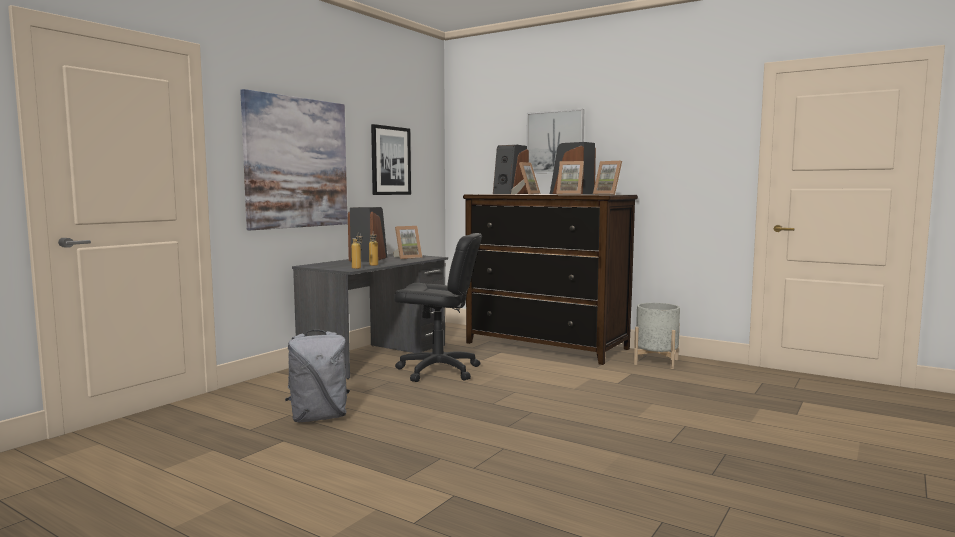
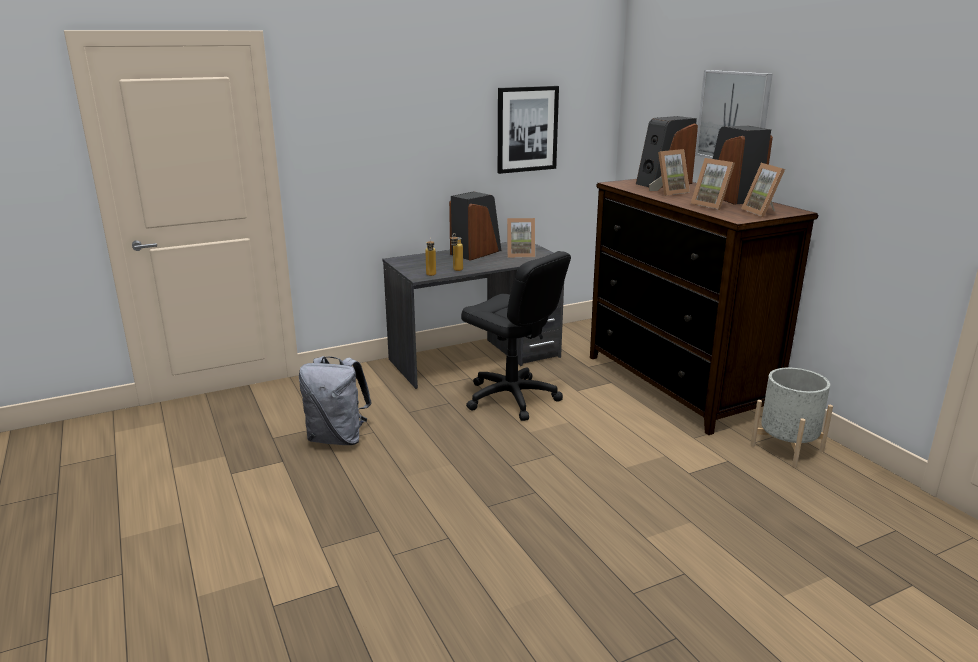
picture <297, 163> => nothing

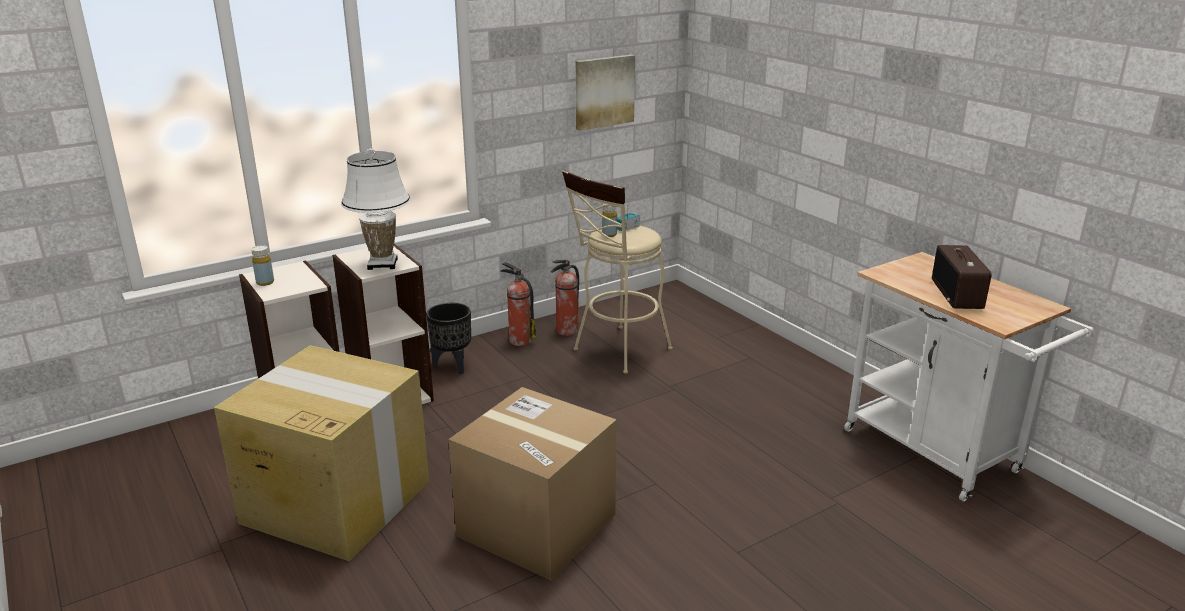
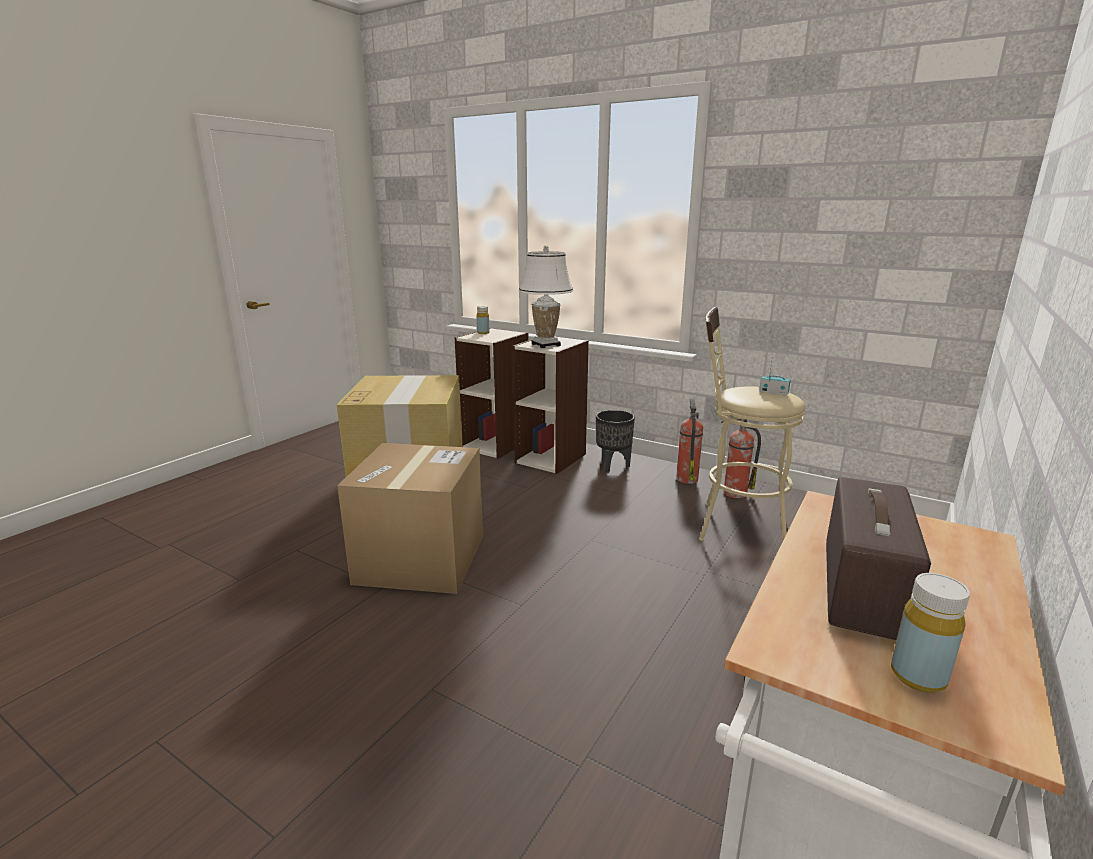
picture <603, 91> => nothing
yellow bottle <609, 234> => yellow bottle <918, 676>, move
radio <958, 294> => radio <859, 586>, 135 degrees clockwise

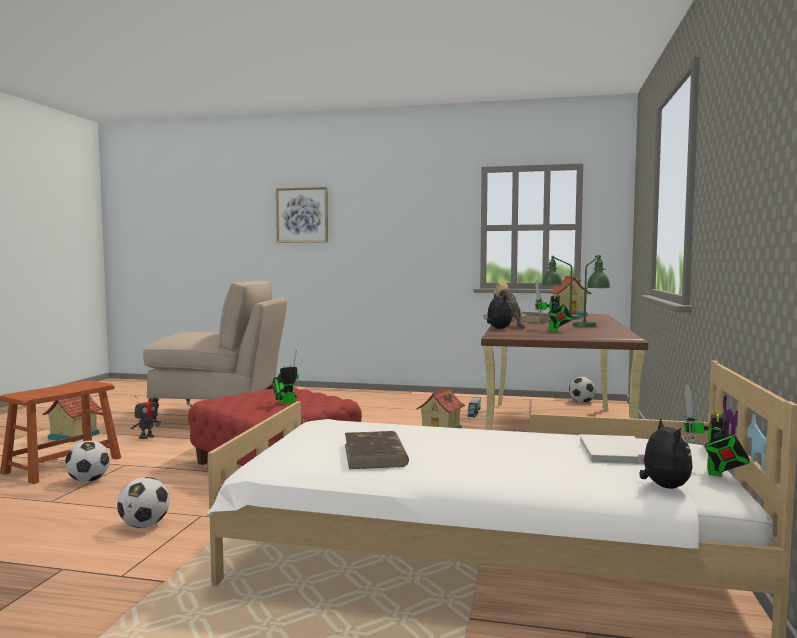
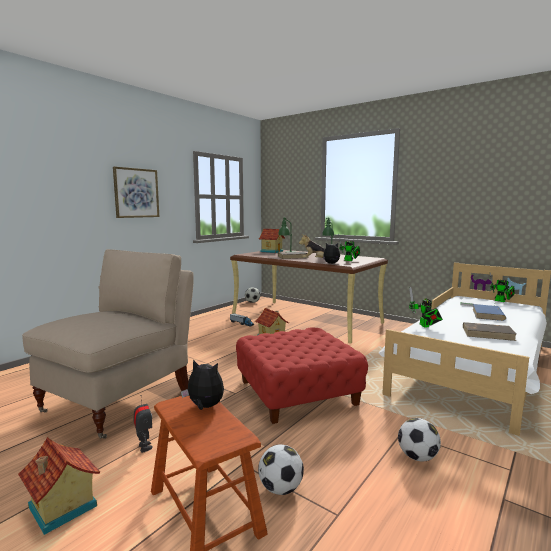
picture <302, 215> => picture <136, 193>, move
toy robot <285, 402> => toy robot <425, 326>, move
plush toy <663, 487> => plush toy <204, 407>, move
nothing => blue book <488, 315>

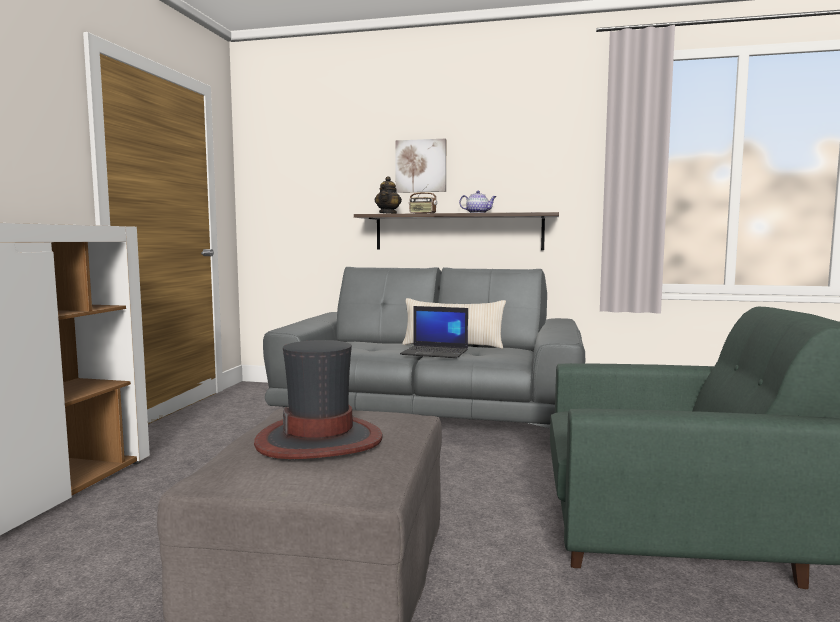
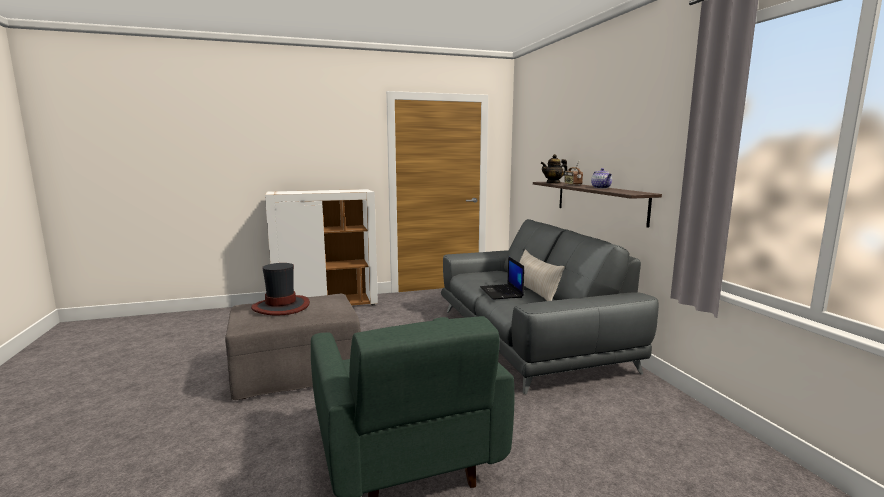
picture <421, 166> => nothing

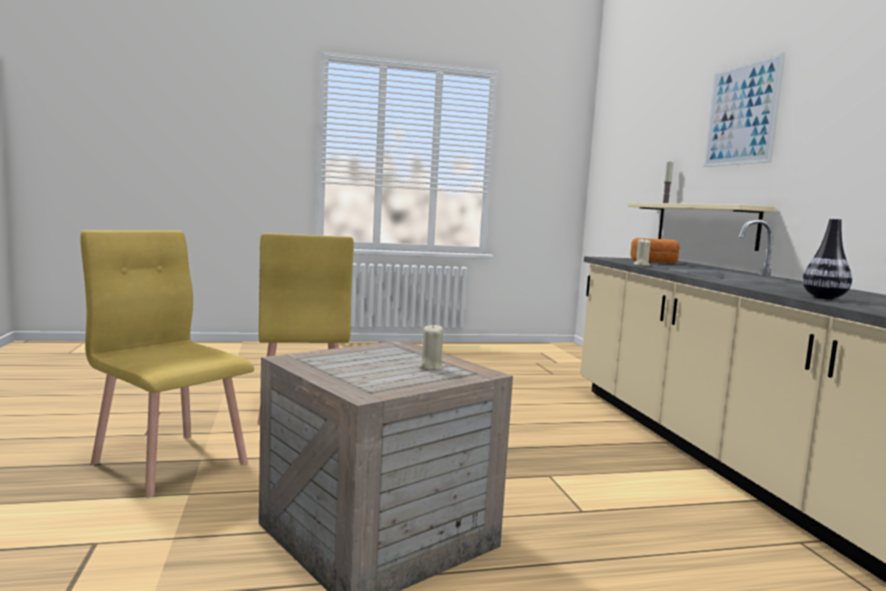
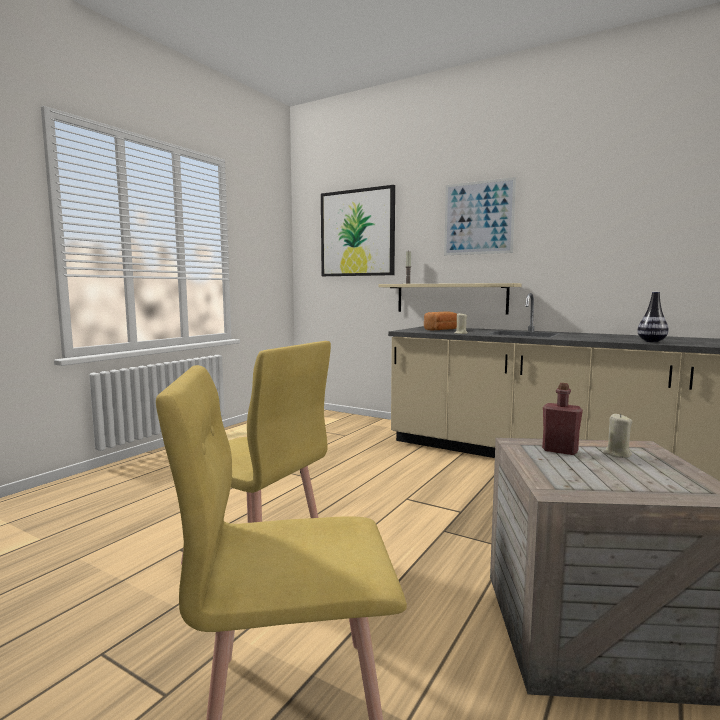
nothing => picture <357, 233>
nothing => red bottle <560, 450>

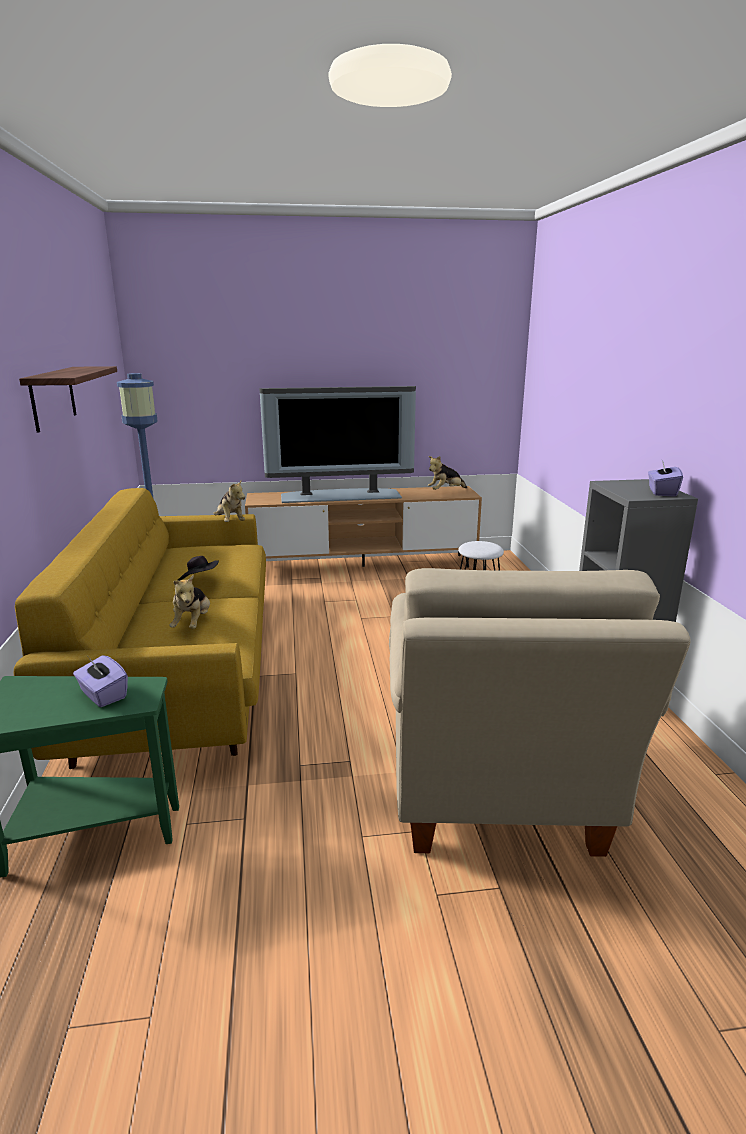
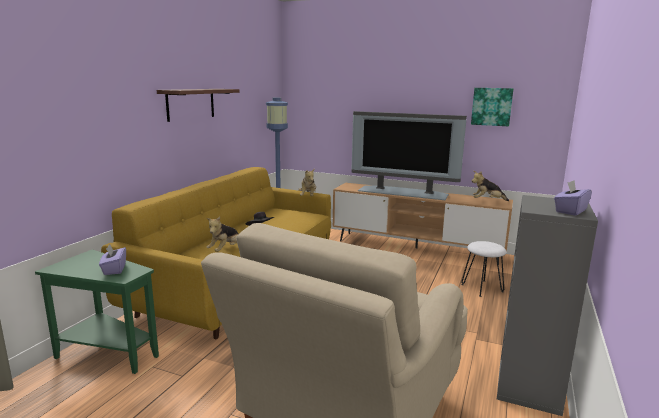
nothing => picture <491, 106>

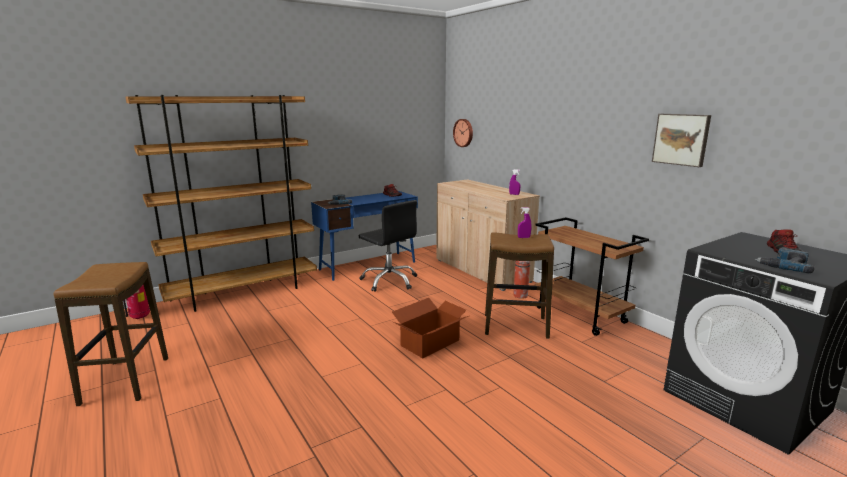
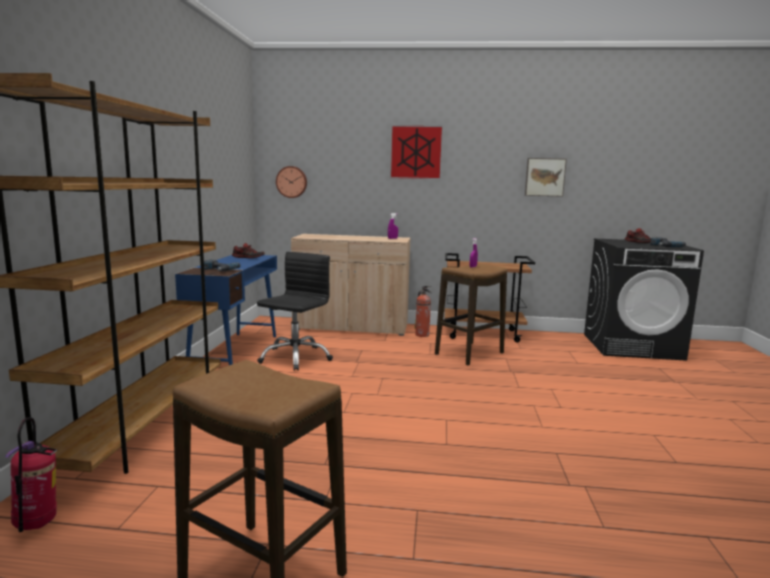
black office chair <389, 281> => black office chair <295, 357>, 60 degrees counterclockwise
cardboard box <431, 343> => nothing
nothing => picture <416, 152>

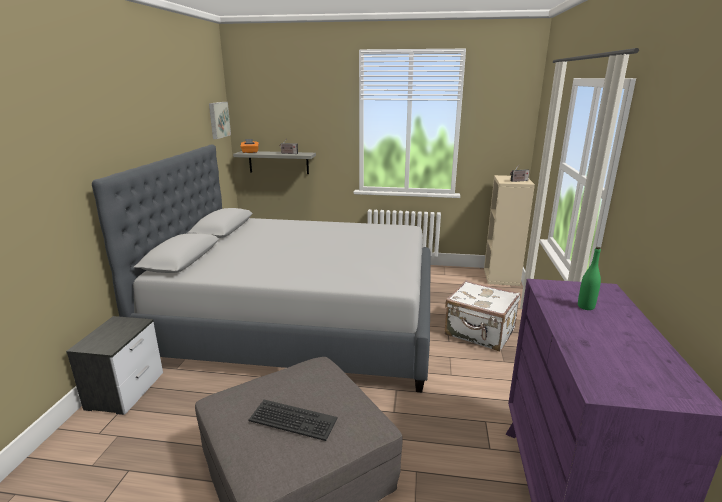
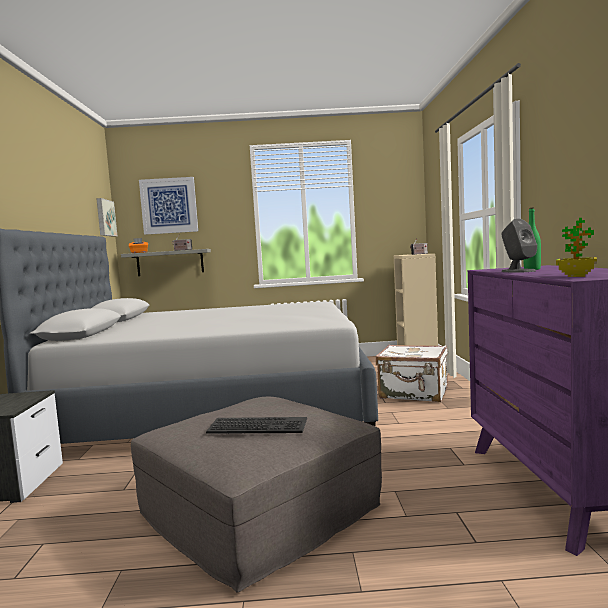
nothing => picture <169, 205>
nothing => grey speaker <518, 271>
nothing => potted plant <576, 276>

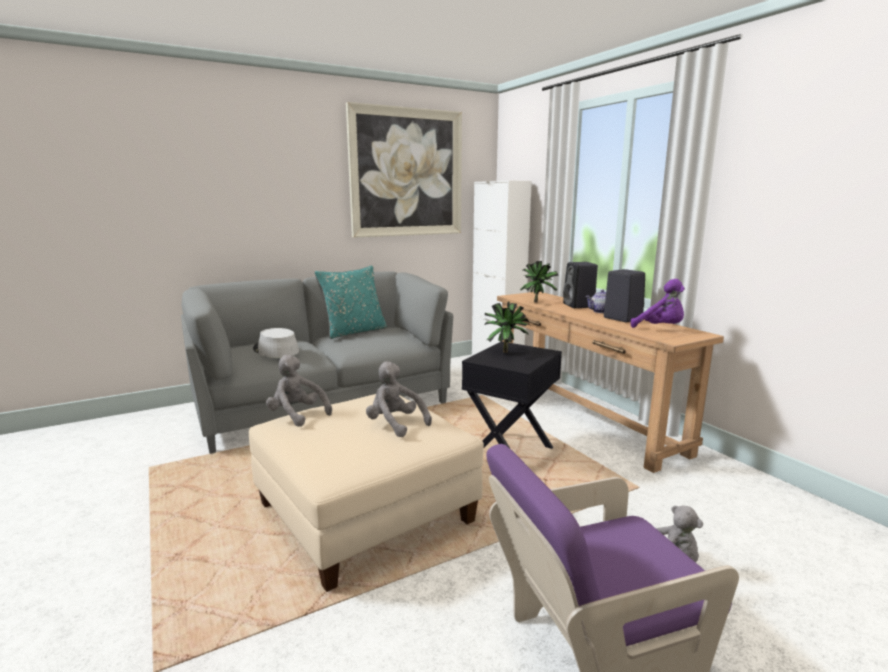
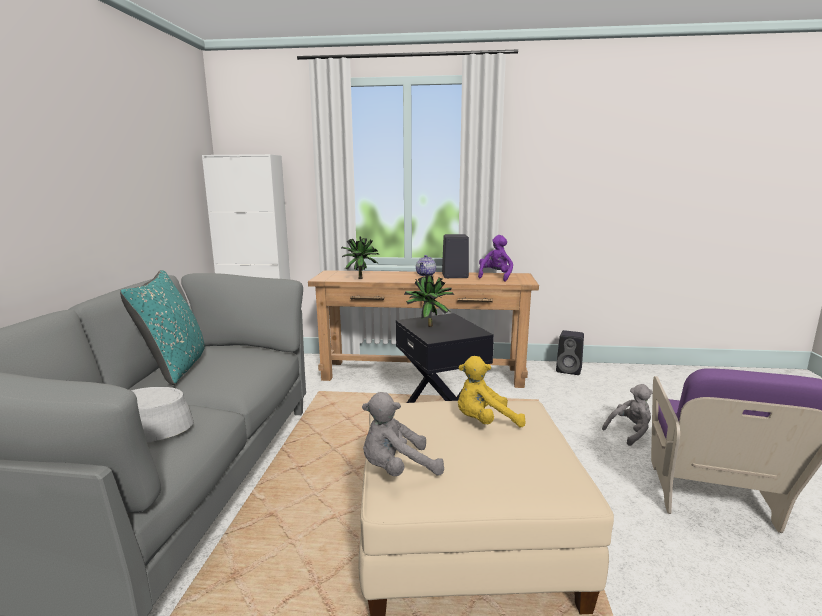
picture <406, 173> => nothing
black speaker <579, 306> => black speaker <569, 370>, move
purple plush toy <661, 328> => purple plush toy <495, 277>, 60 degrees counterclockwise
grey plush toy <395, 424> => yellow plush toy <485, 422>

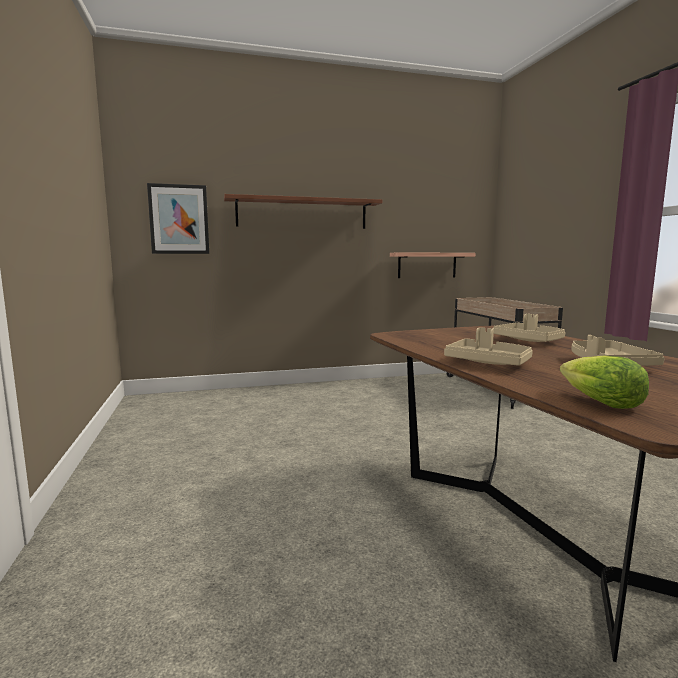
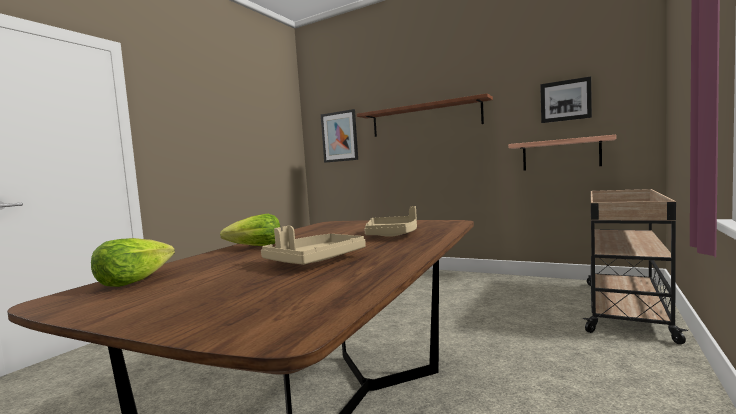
beige tray <488, 362> => lettuce <255, 247>
nothing => picture <565, 100>

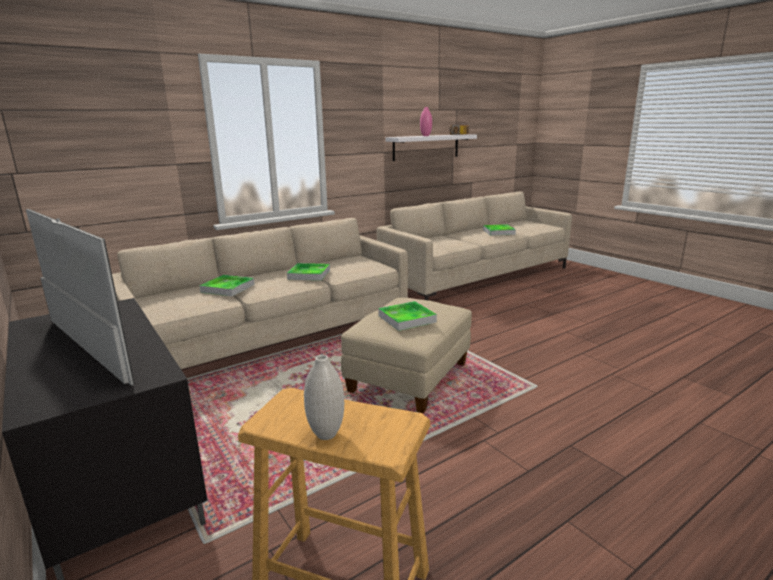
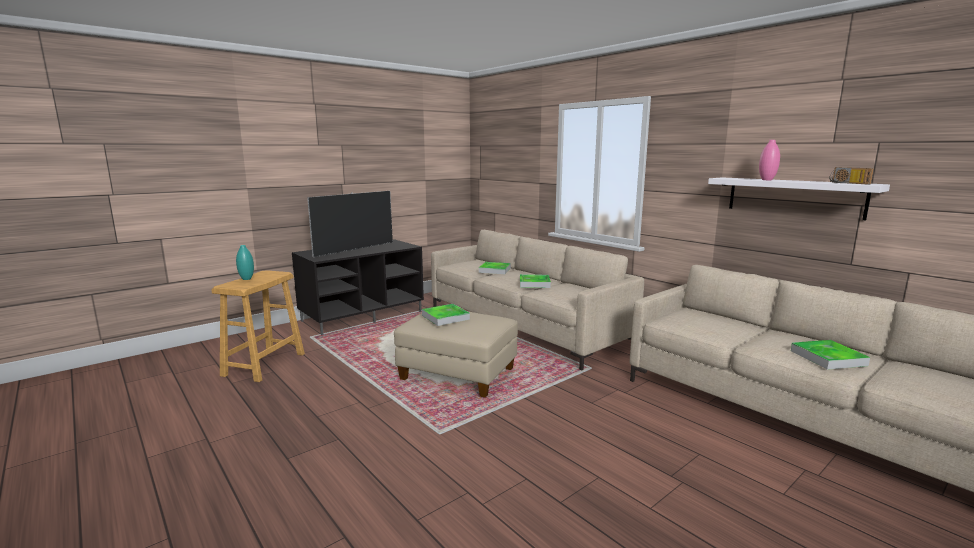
white vase <326, 434> => turquoise vase <246, 279>

